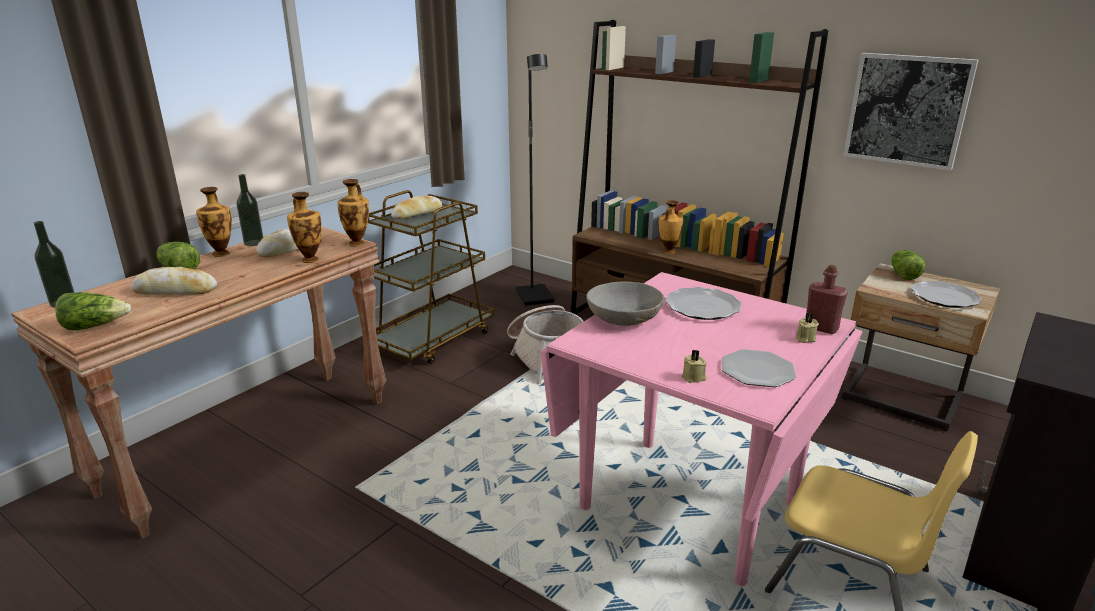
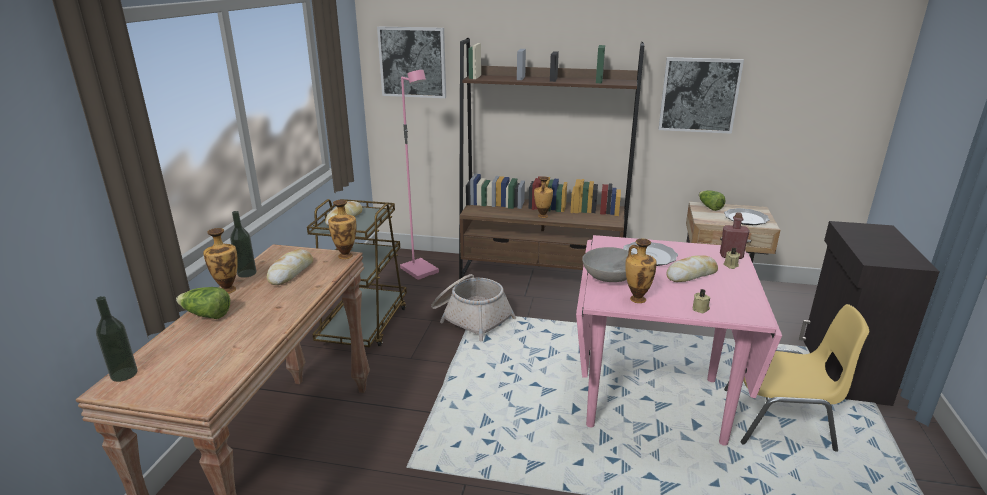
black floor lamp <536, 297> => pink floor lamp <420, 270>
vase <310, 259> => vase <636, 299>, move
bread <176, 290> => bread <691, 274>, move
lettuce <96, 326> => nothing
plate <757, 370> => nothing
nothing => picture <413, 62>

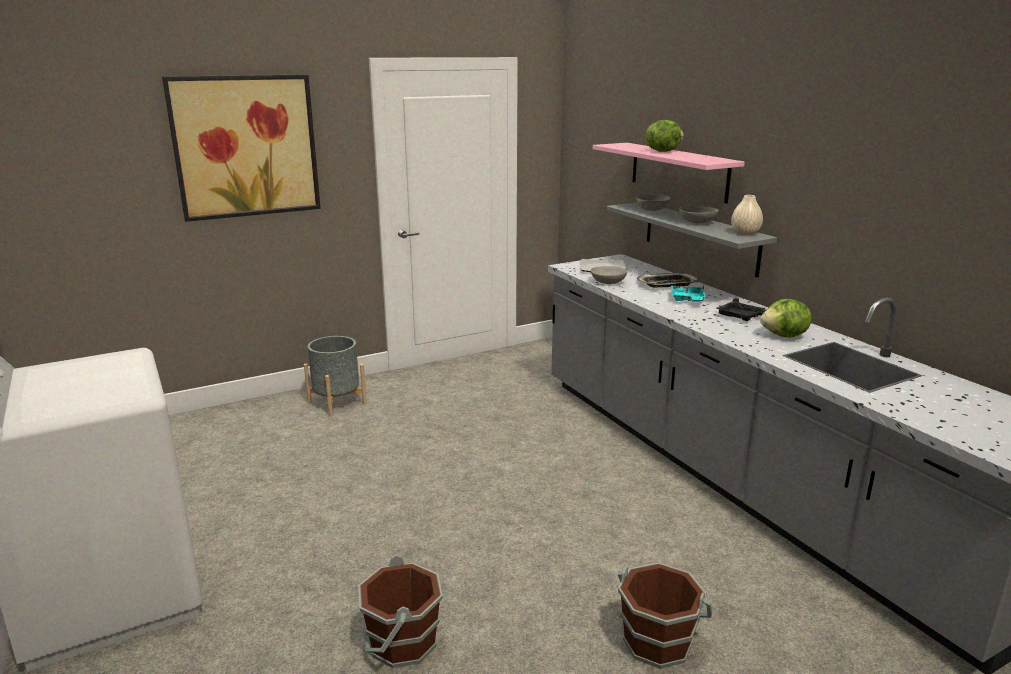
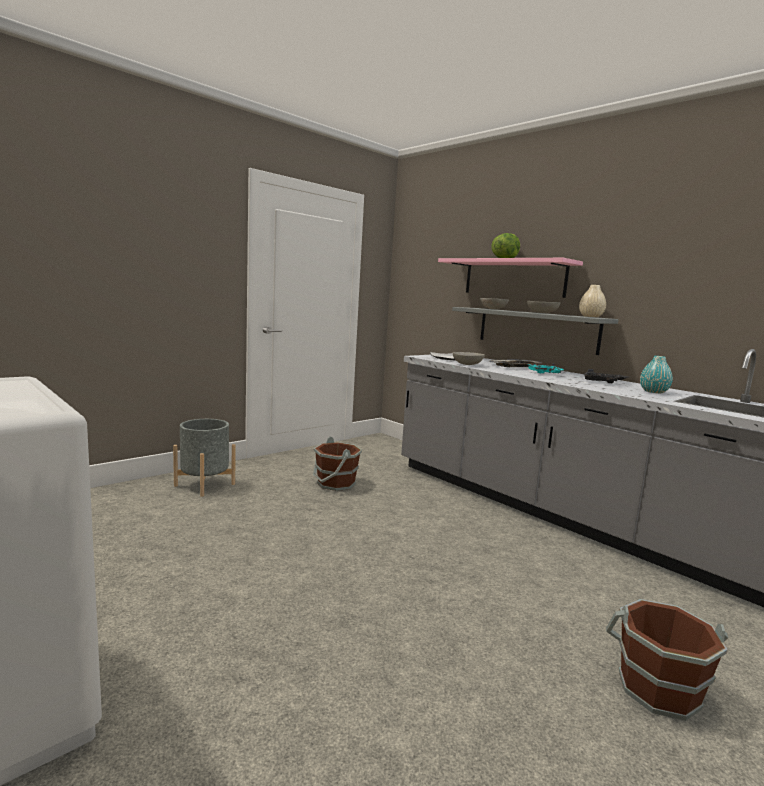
picture <246, 146> => nothing
lettuce <784, 336> => turquoise vase <653, 392>
brown bucket <401, 642> => brown bucket <335, 483>, move

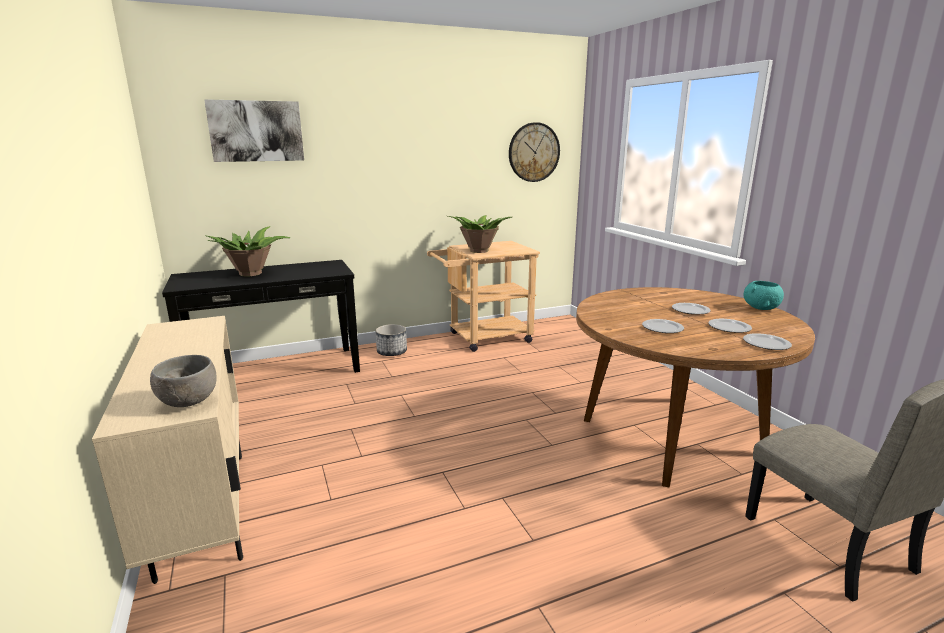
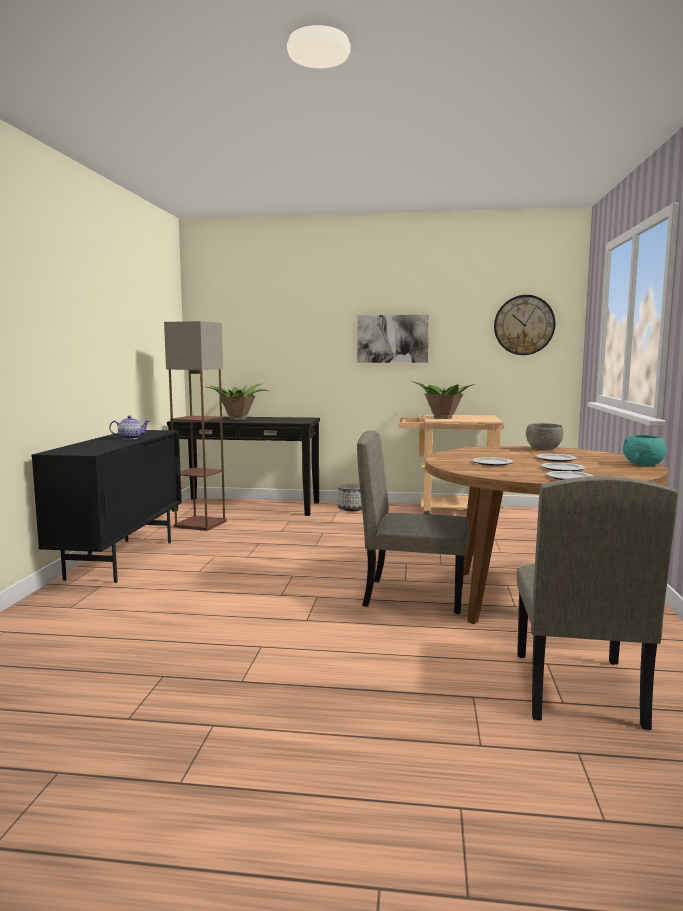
picture <256, 131> => picture <392, 339>, move
beige cabinet <204, 510> => black cabinet <122, 559>
grey bowl <187, 402> => grey bowl <543, 449>, move
nothing => floor lamp <201, 524>
nothing => teapot <130, 438>
nothing => beige chair <414, 595>

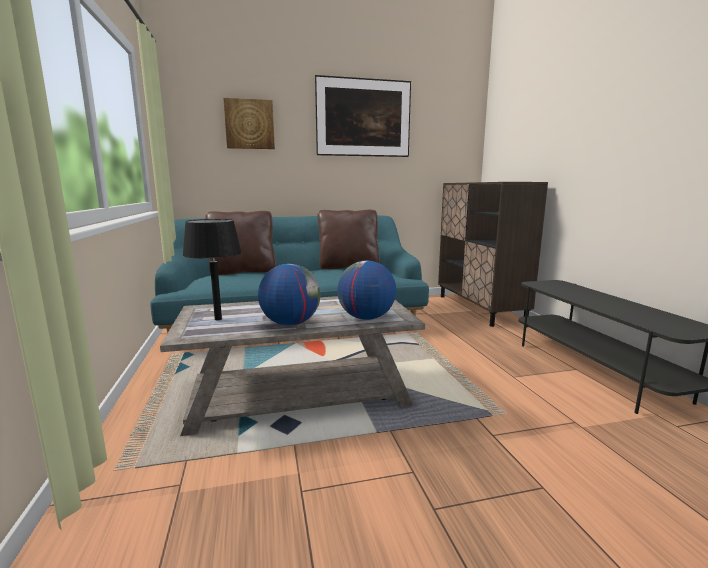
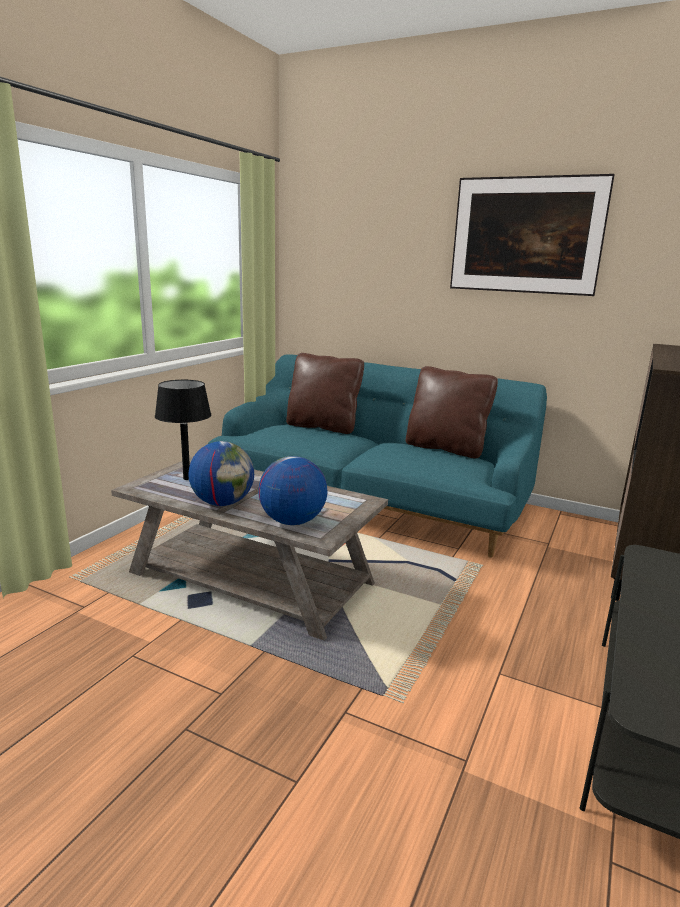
picture <249, 124> => nothing

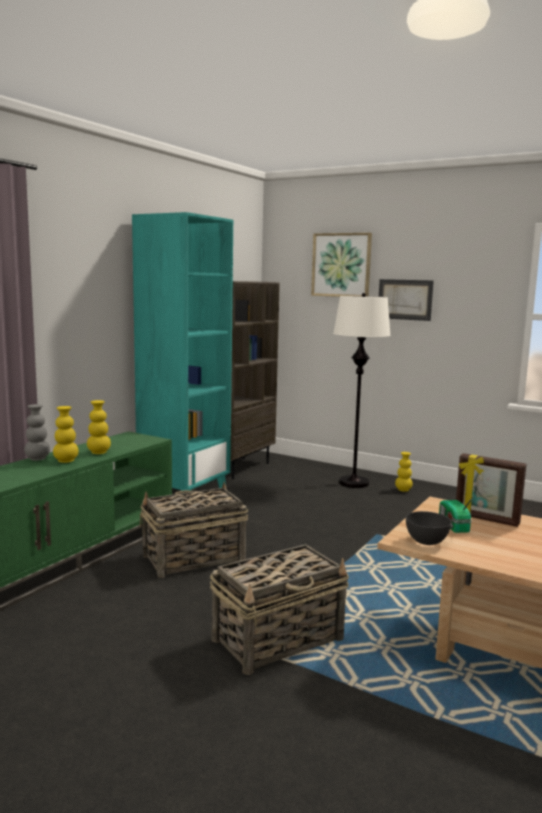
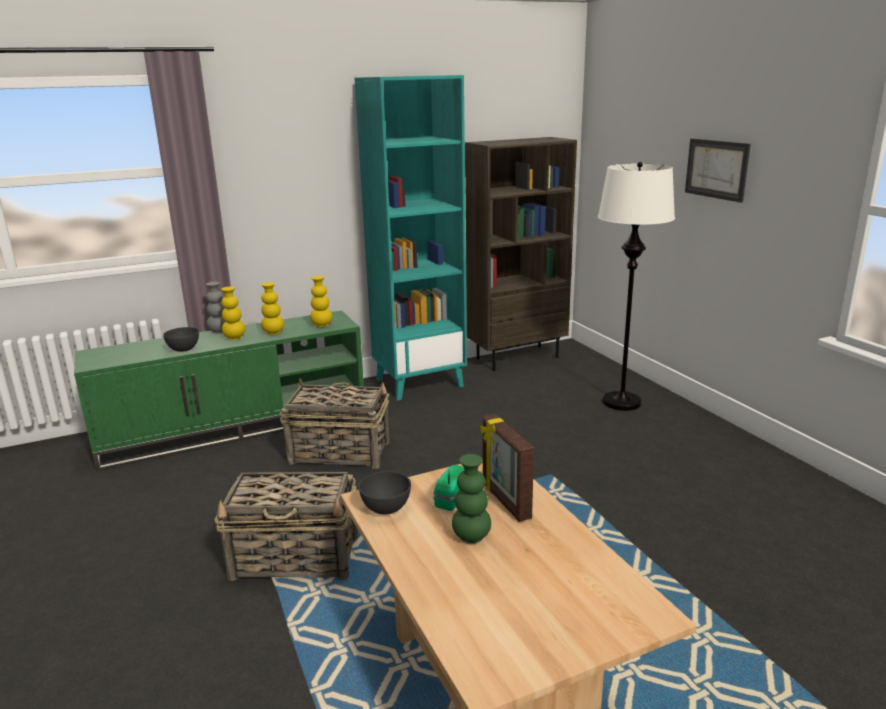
picture <341, 265> => nothing
yellow vase <403, 490> => yellow vase <322, 325>, move
nothing => grey bowl <183, 349>
nothing => green vase <471, 537>

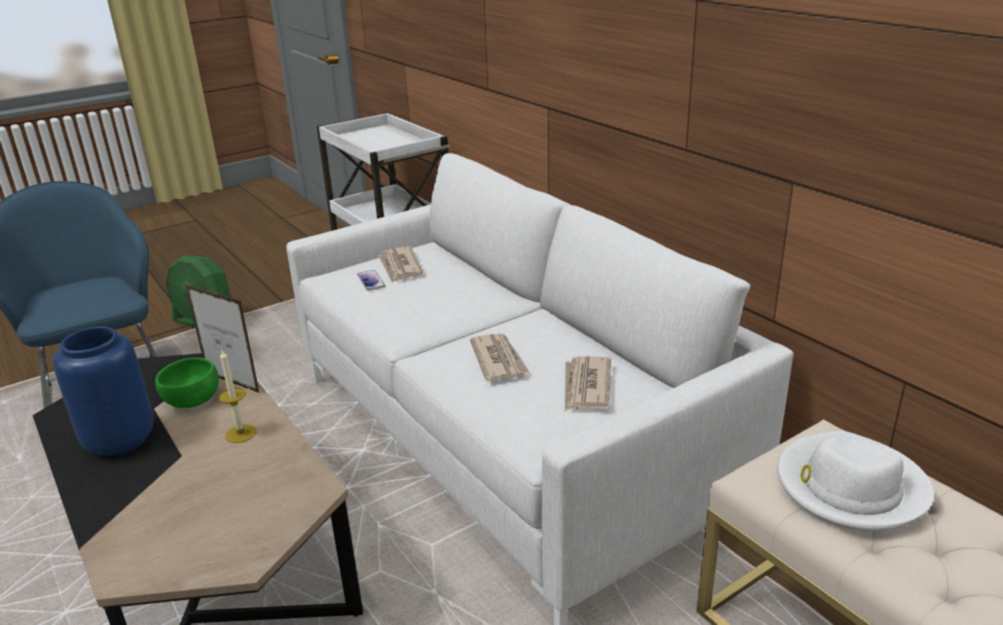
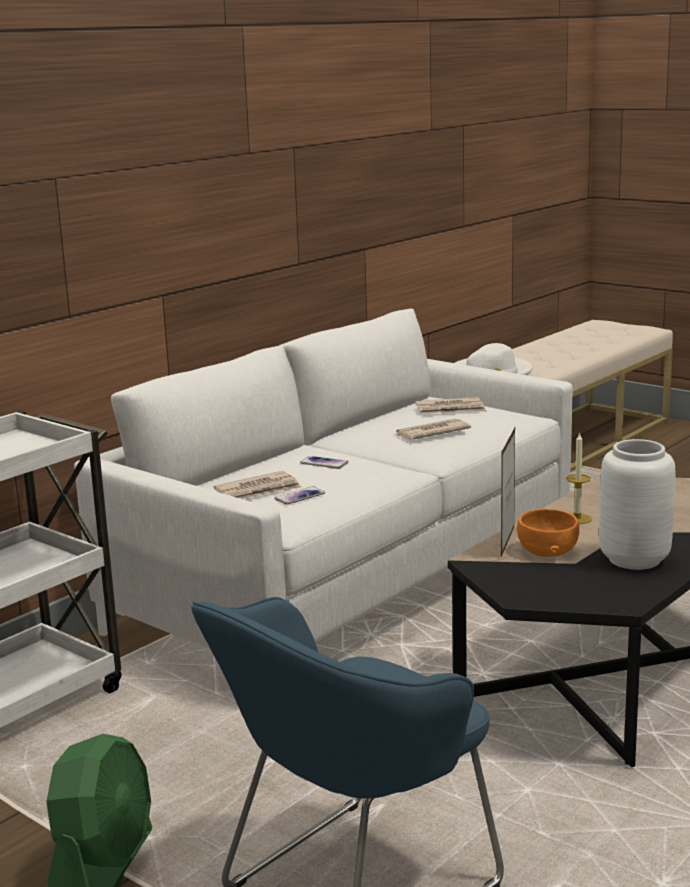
blue vase <118, 441> => white vase <635, 560>
green bowl <192, 398> => orange bowl <547, 551>
nothing => phone <324, 463>

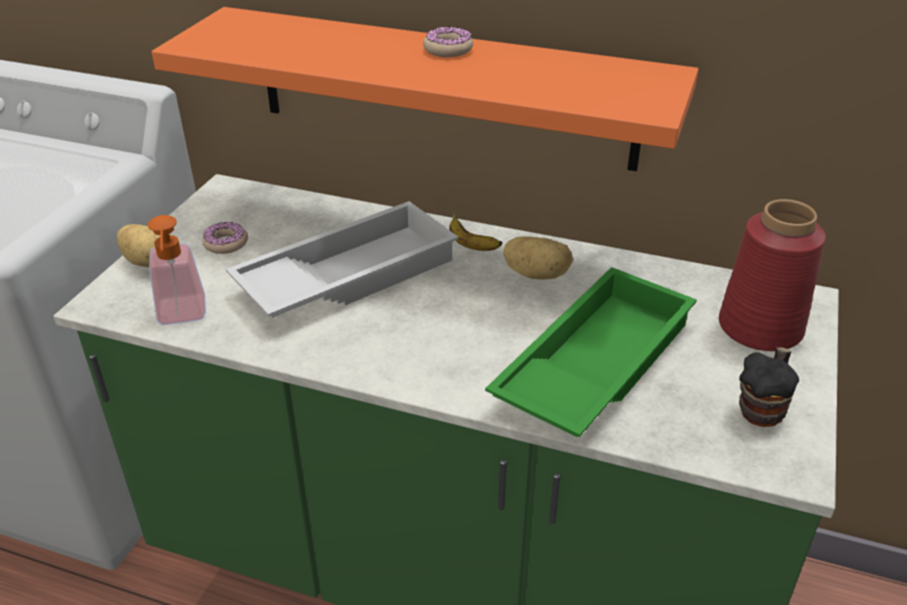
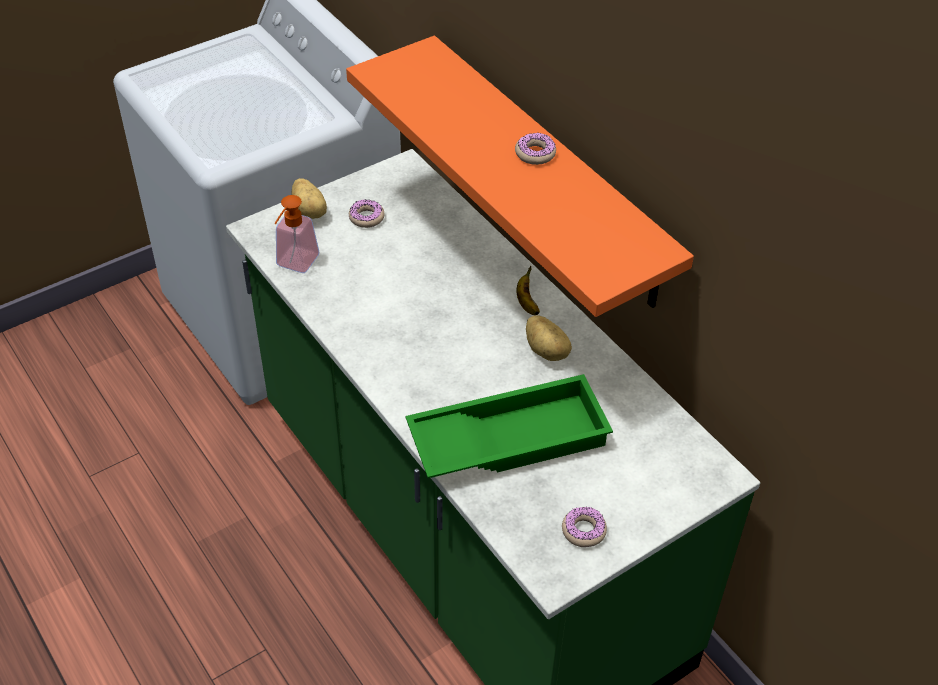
red vase <758, 328> => nothing
white tray <347, 274> => nothing
mug <763, 408> => donut <583, 531>

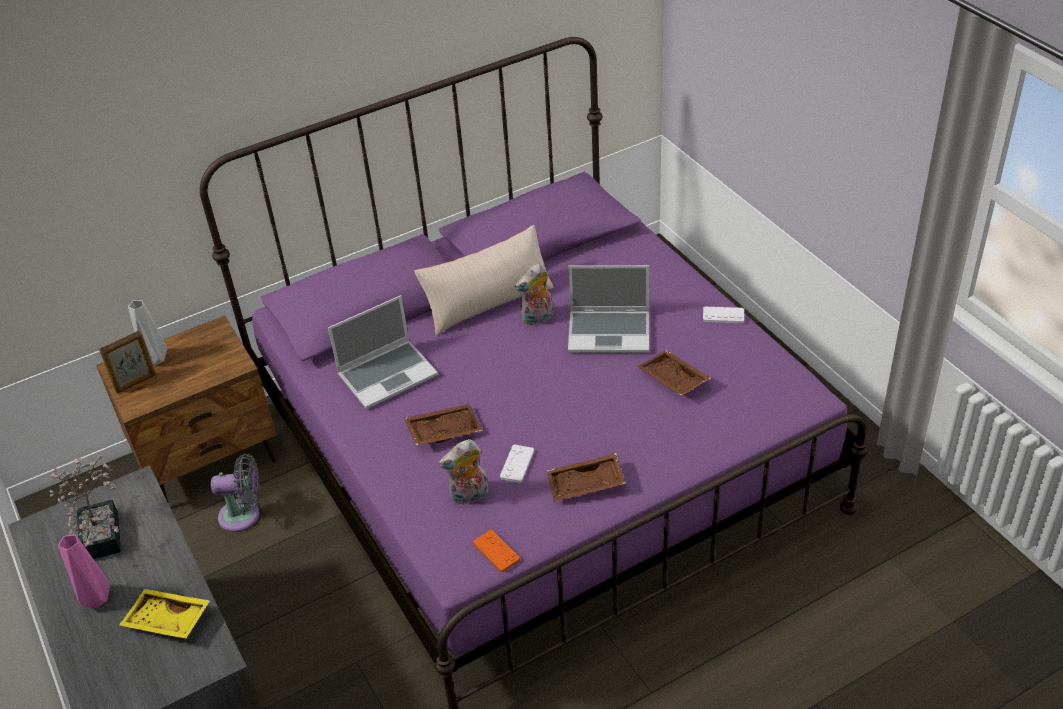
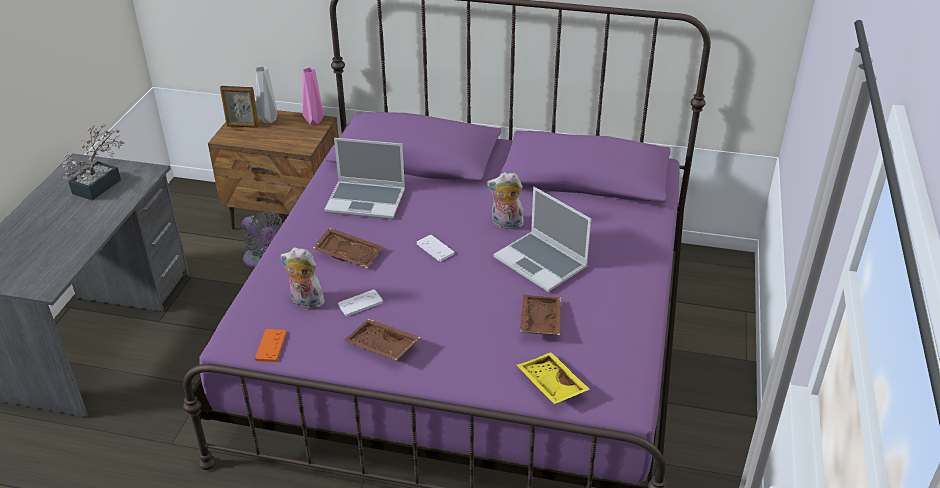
beige pillow <488, 302> => nothing
white game controller <723, 316> => white game controller <435, 249>, move
pink vase <97, 598> => pink vase <315, 121>, move
yellow tray <167, 621> => yellow tray <550, 385>, move

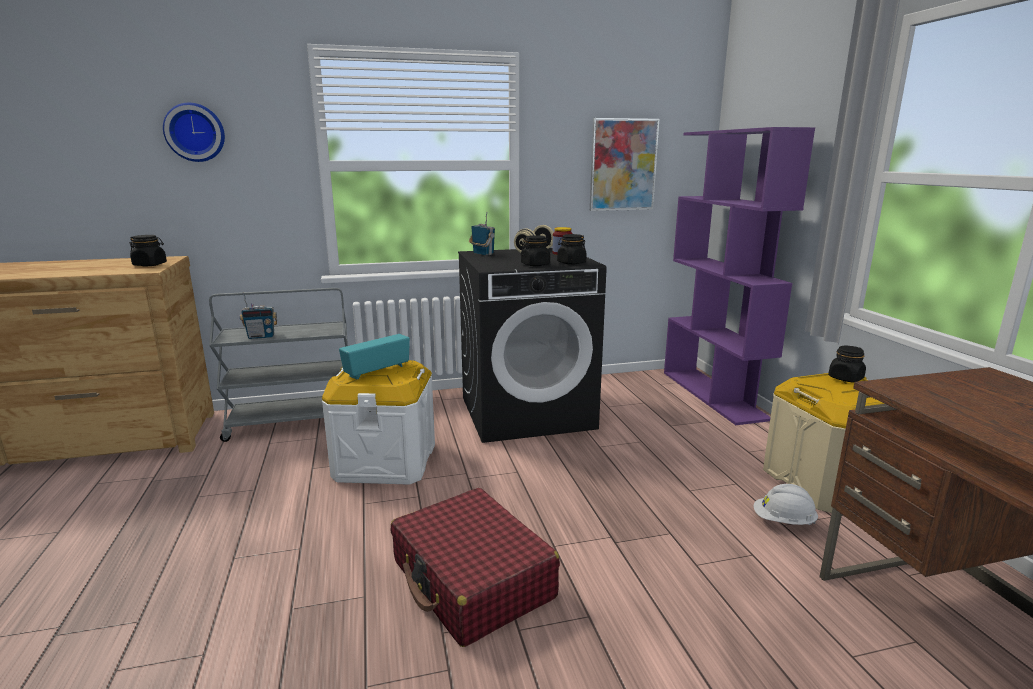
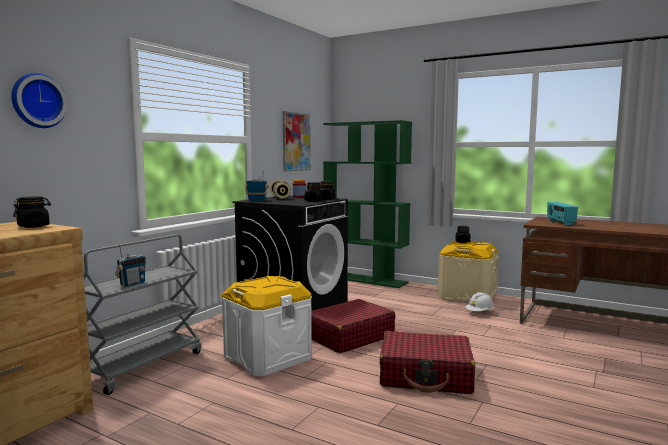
purple bookcase <714, 395> => green bookcase <365, 279>
radio <377, 371> => radio <560, 222>, move
nothing => red suitcase <349, 337>

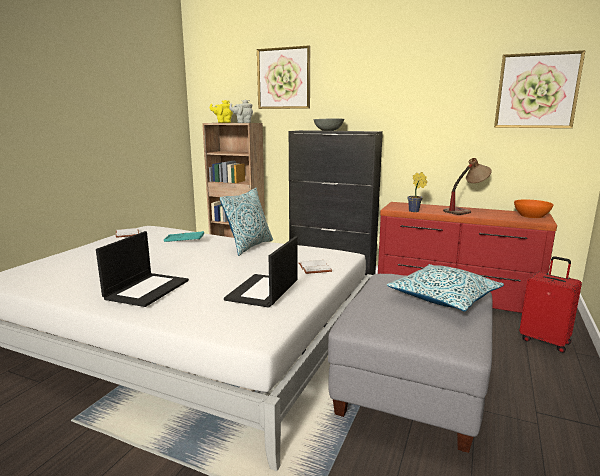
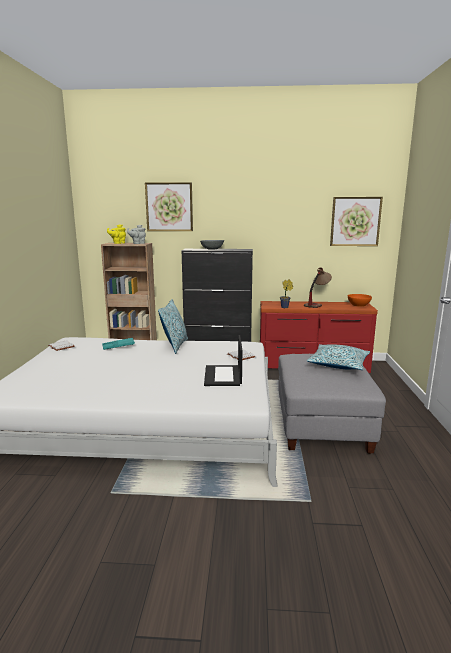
laptop <147, 289> => nothing
red suitcase <545, 341> => nothing

